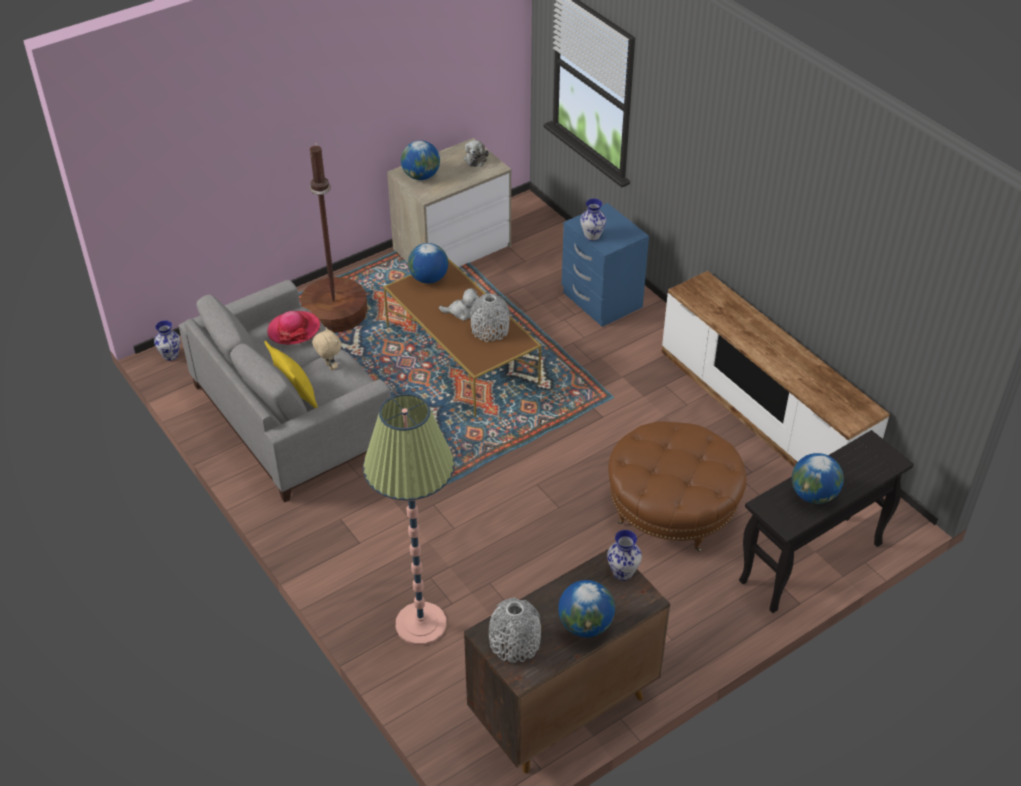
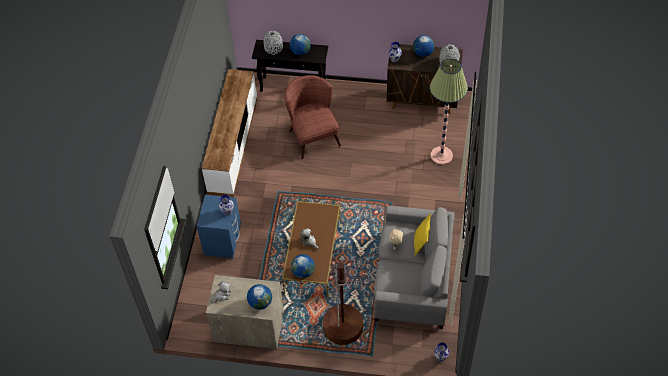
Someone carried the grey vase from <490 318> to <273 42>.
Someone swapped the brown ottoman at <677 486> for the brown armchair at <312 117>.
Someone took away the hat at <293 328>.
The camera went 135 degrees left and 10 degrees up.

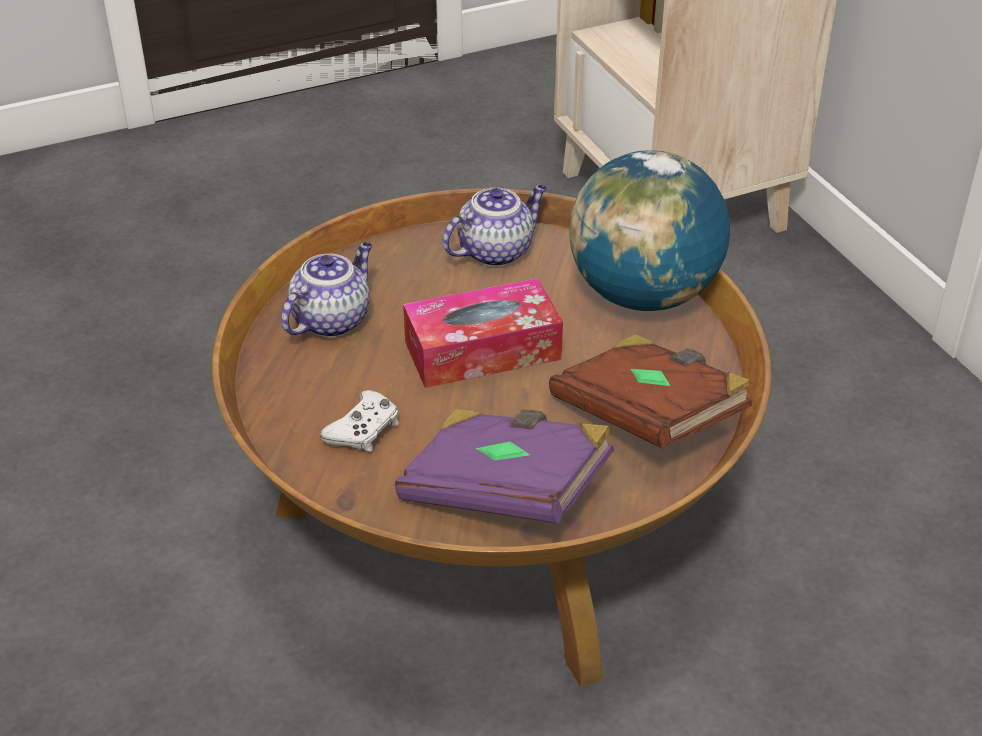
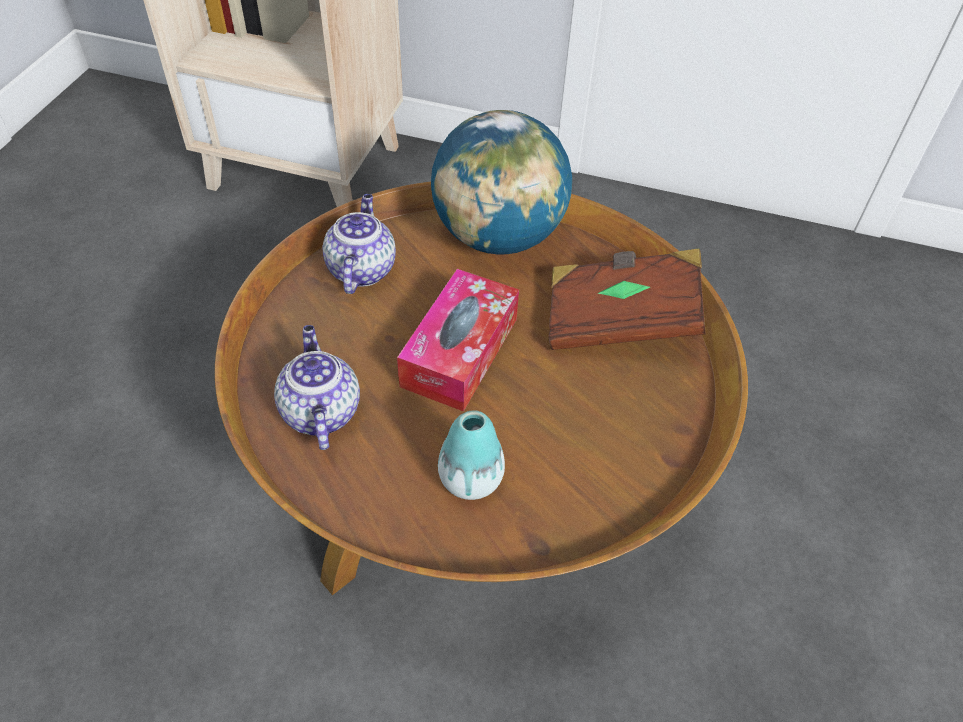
Someone swapped the white game controller at <359 420> for the vase at <471 455>.
Someone took away the purple book at <504 466>.
The camera went 50 degrees left and 10 degrees up.

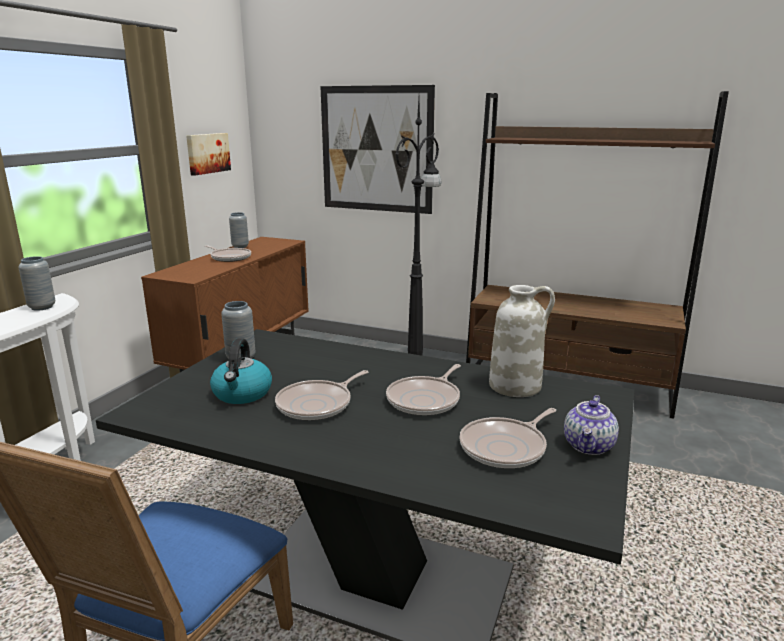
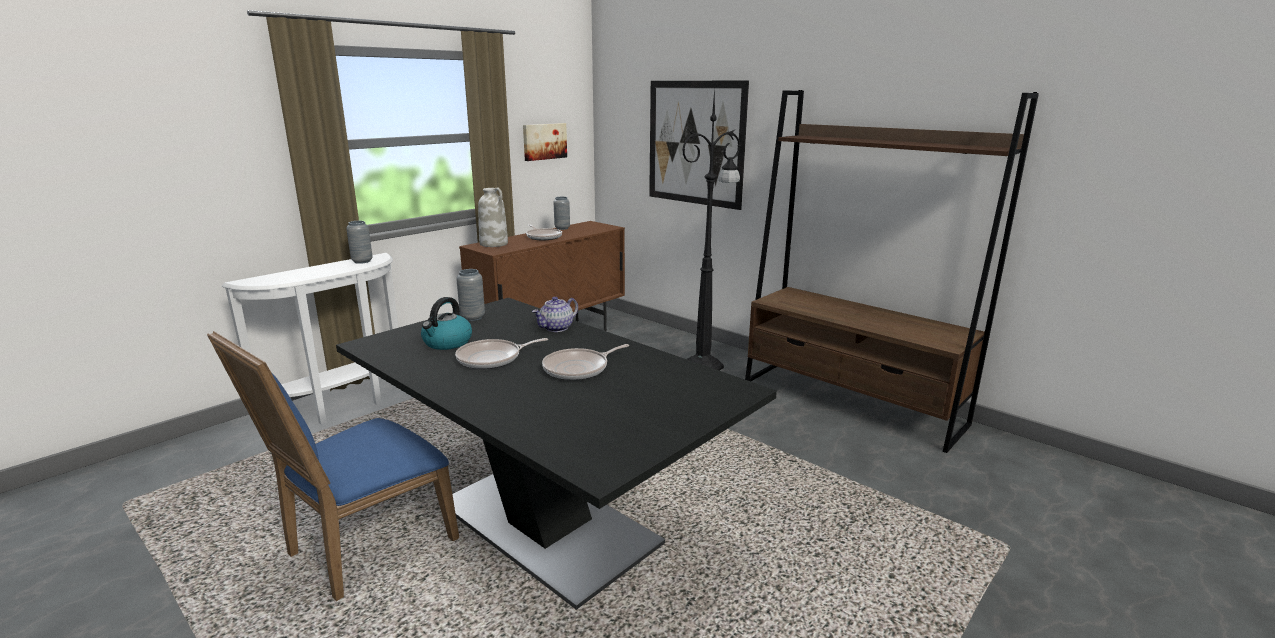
Someone carried the white vase from <522 341> to <493 217>.
Someone carried the teapot from <591 425> to <555 314>.
Someone took away the frying pan at <507 438>.
The camera went 20 degrees right and 0 degrees up.

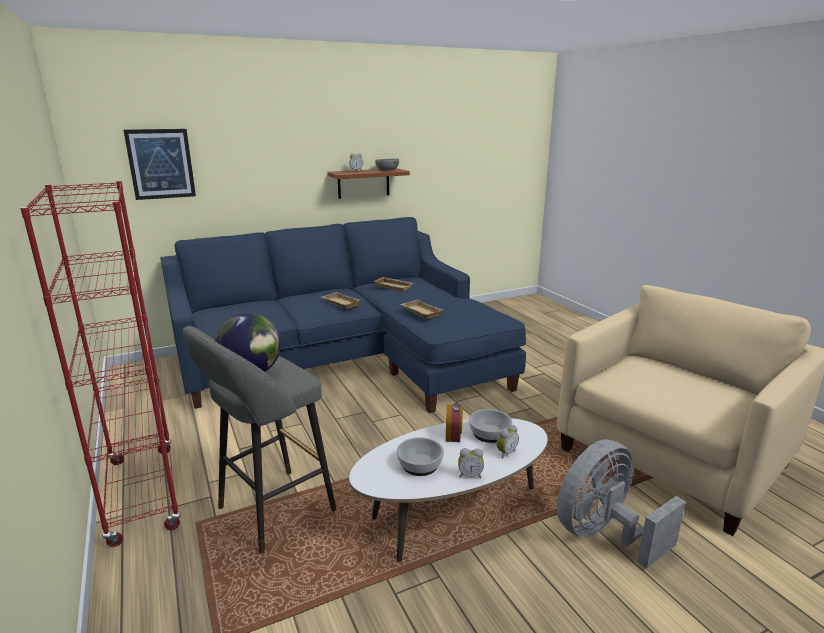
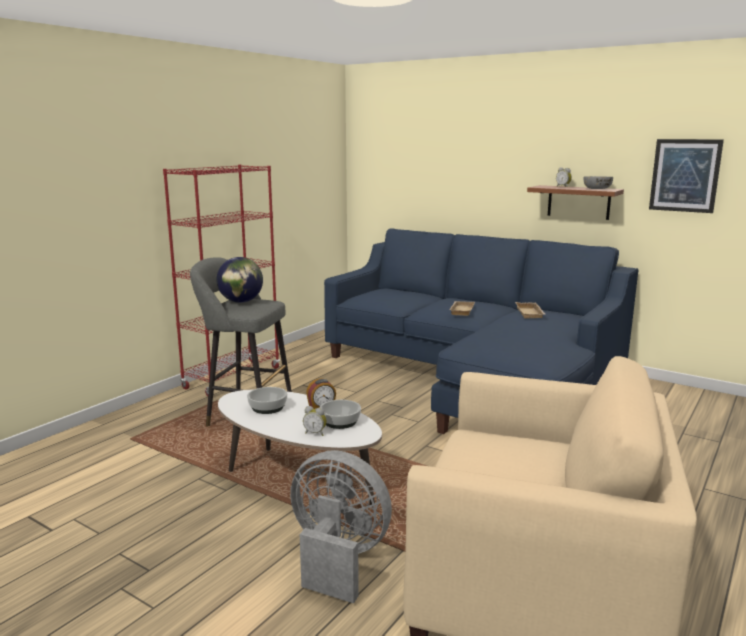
Someone carried the picture from <160 164> to <686 176>.
Someone took away the beige tray at <422 309>.
Someone took away the alarm clock at <471 463>.
The camera went 60 degrees right and 5 degrees down.

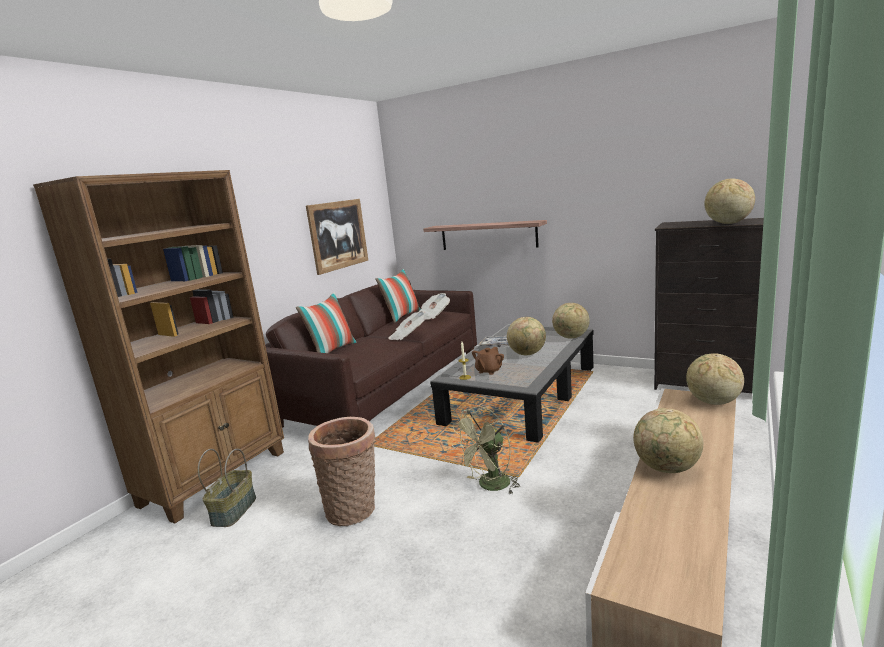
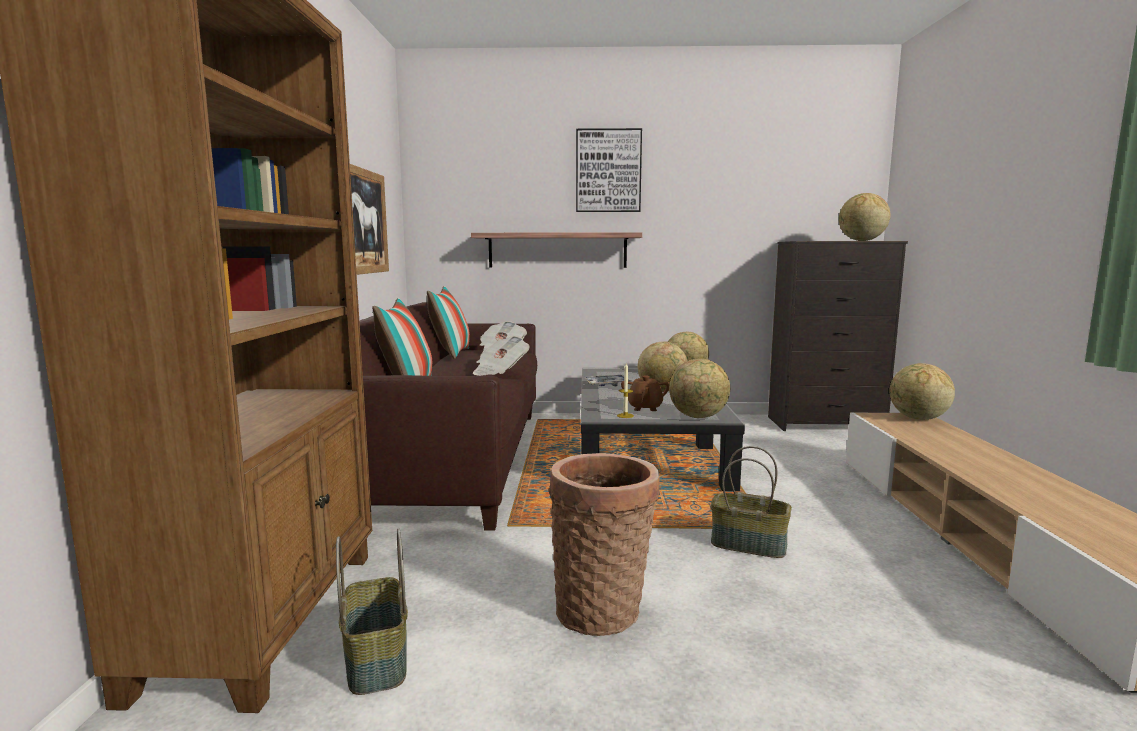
Someone put up the picture at <609 170>.
Someone carried the globe from <668 440> to <699 388>.
Someone swapped the green fan at <486 450> for the basket at <751 502>.
The camera went 30 degrees left and 5 degrees down.

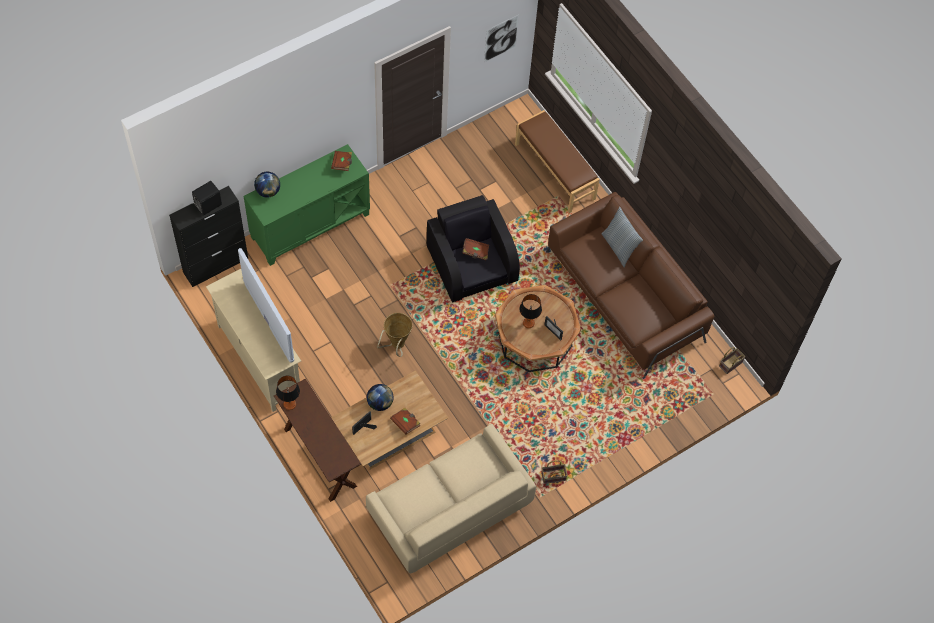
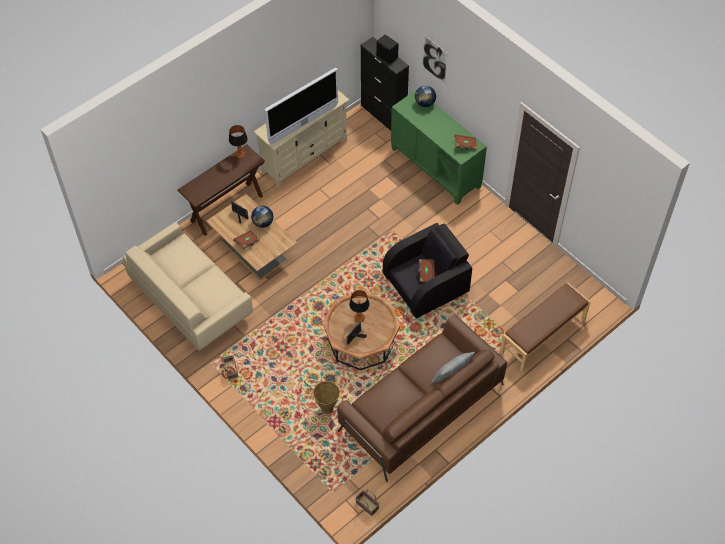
Someone carried the basket from <394 335> to <319 396>.
Someone carried the picture from <501 38> to <435 59>.
The camera went 85 degrees right and 5 degrees down.

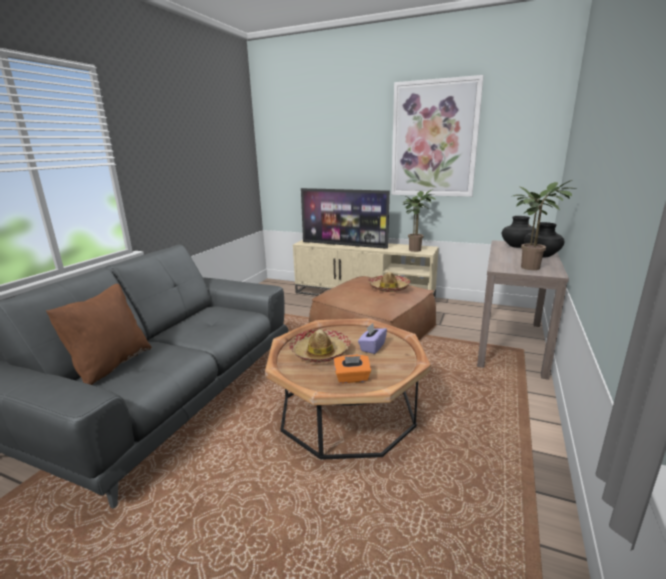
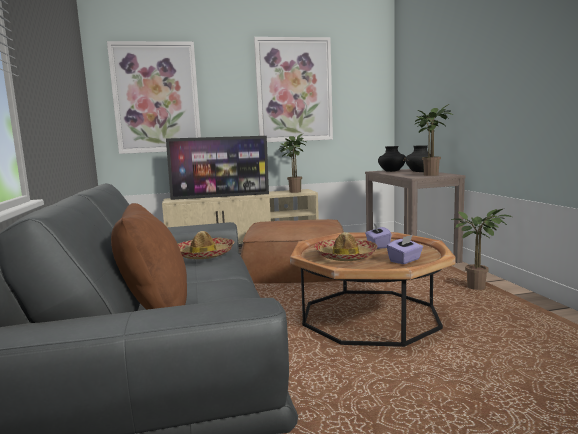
Someone put up the picture at <154 97>.
Someone carried the hat from <389 282> to <206 245>.
Someone repainted the orange tissue box at <352 369>, which became the purple tissue box at <405 249>.
Someone put down the potted plant at <481 249>.
The camera went 35 degrees left and 10 degrees down.

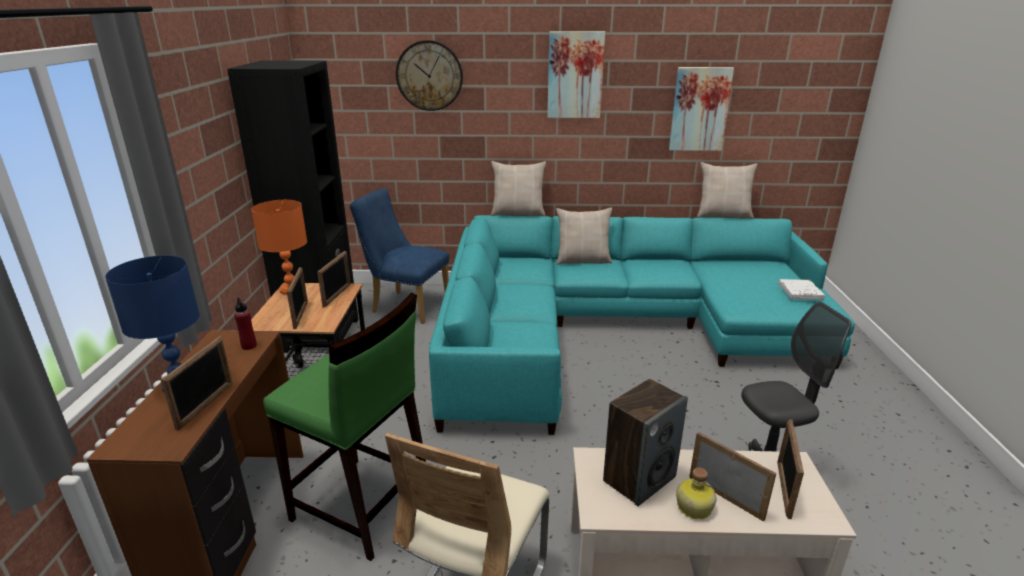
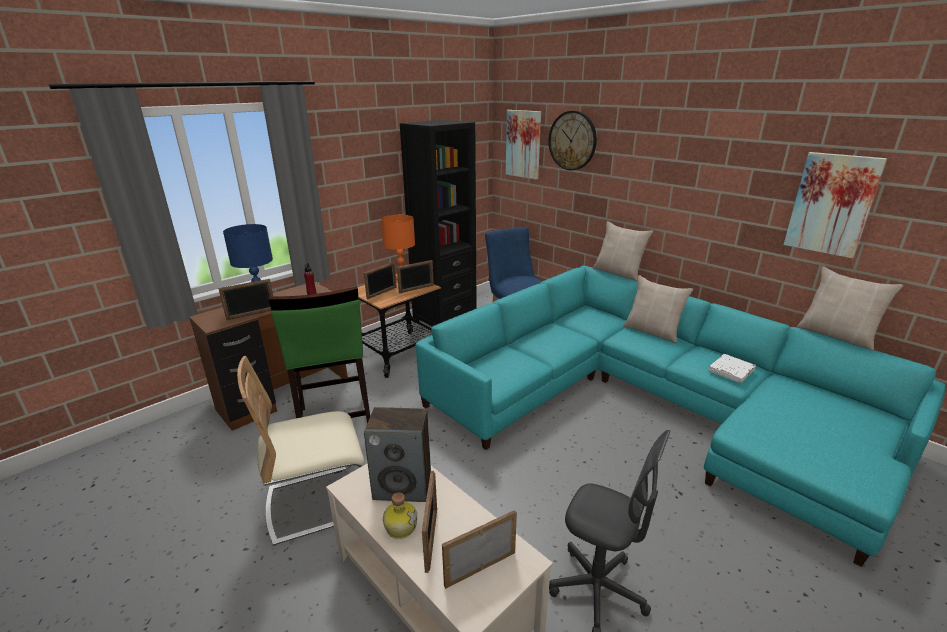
Someone carried the picture from <576 74> to <523 145>.
Someone carried the white book from <801 289> to <732 368>.
The camera went 45 degrees right and 0 degrees up.

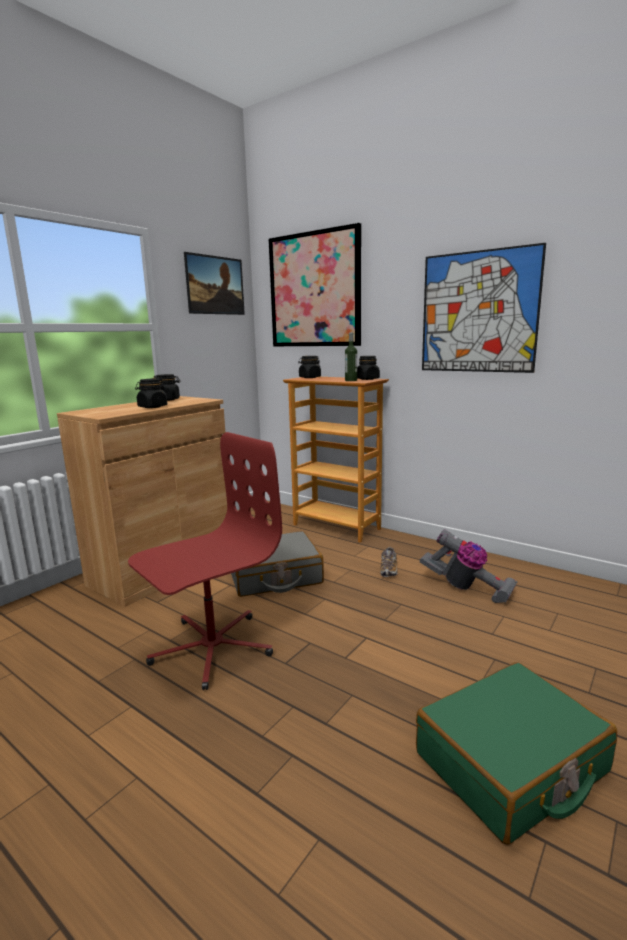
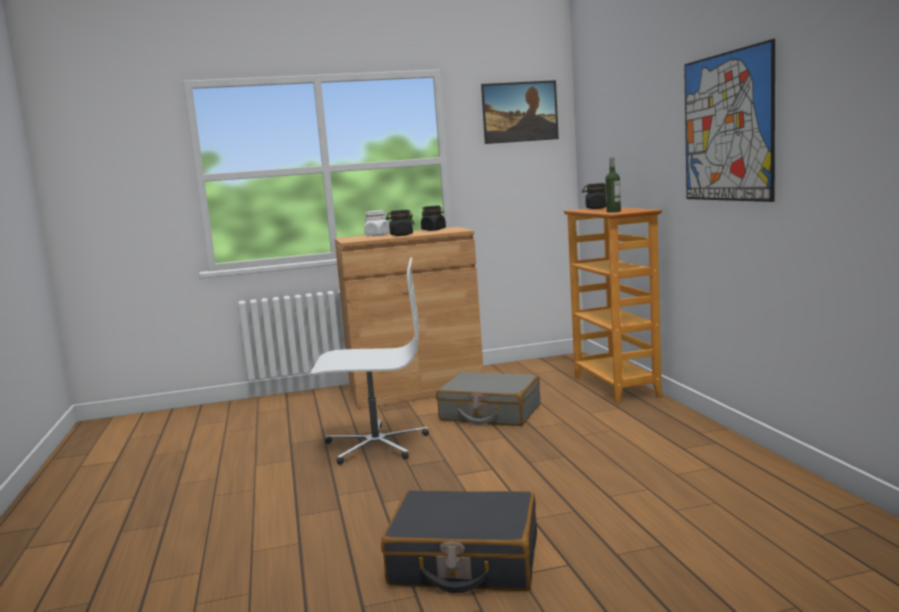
Someone repainted the red office chair at <205 561>, which became the white office chair at <369 361>.
Someone put down the white jar at <377 223>.
Someone repainted the green suitcase at <516 753>, which became the black suitcase at <459 541>.
Someone took away the picture at <315 284>.
Someone took away the black jar at <368 368>.
Someone took away the shoe at <388 562>.
Someone took away the vacuum cleaner at <468 566>.
The camera went 40 degrees right and 5 degrees down.

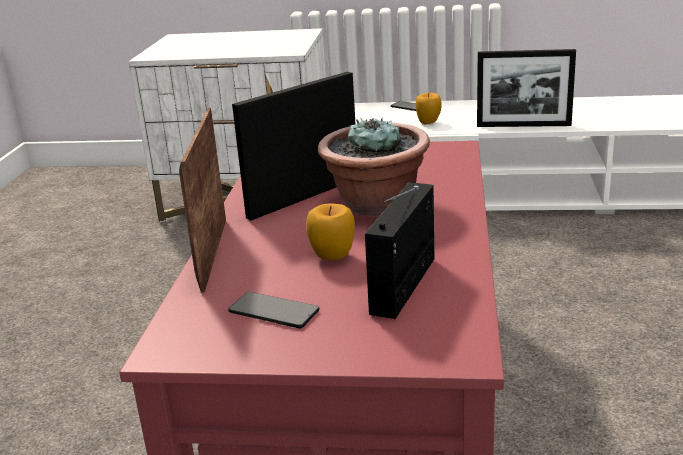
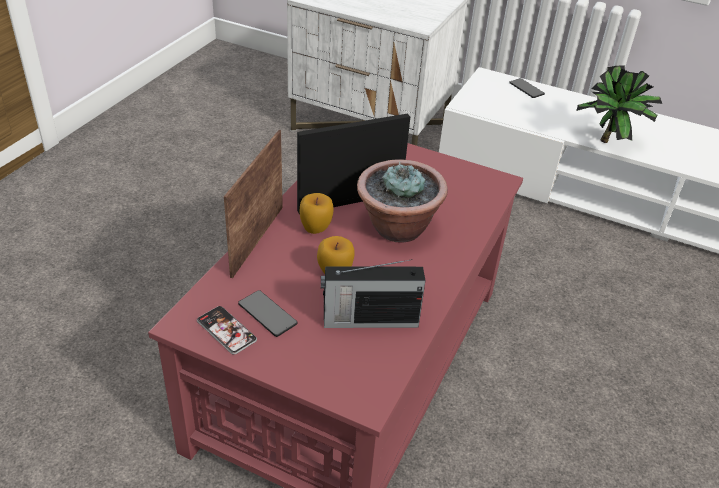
Someone put down the phone at <227 330>.
Someone carried the apple from <429 108> to <317 213>.
Someone rotated the radio at <399 250> by 135 degrees counterclockwise.
Someone swapped the picture frame at <526 88> for the potted plant at <619 104>.
The camera went 15 degrees right and 15 degrees up.

